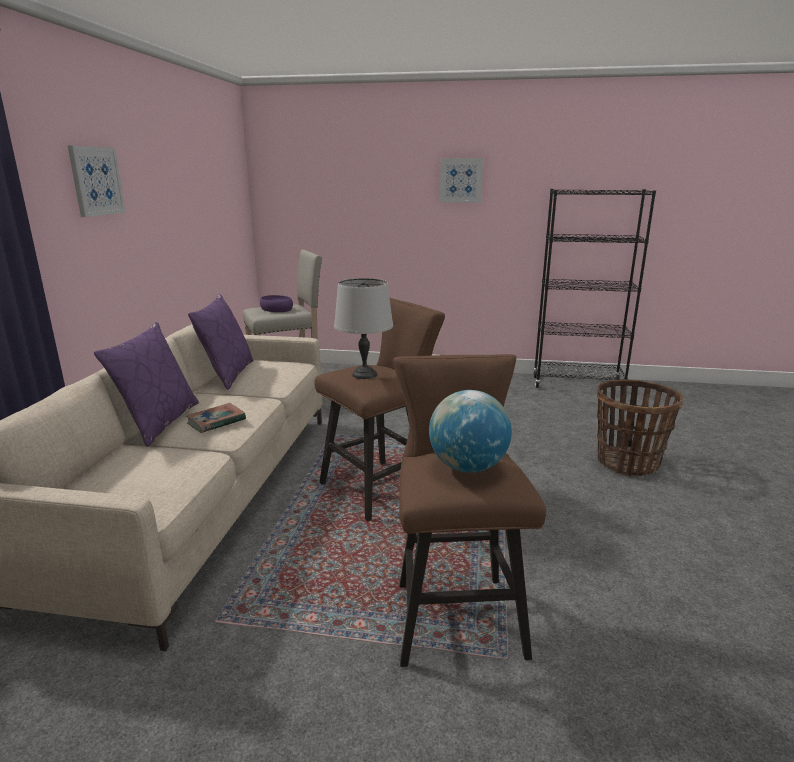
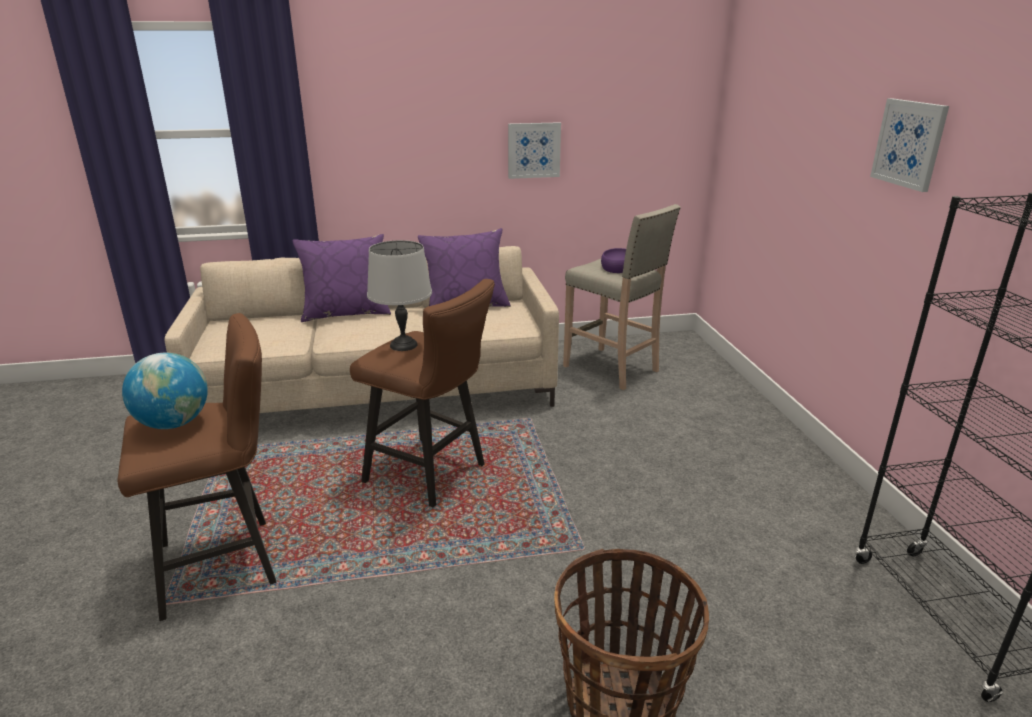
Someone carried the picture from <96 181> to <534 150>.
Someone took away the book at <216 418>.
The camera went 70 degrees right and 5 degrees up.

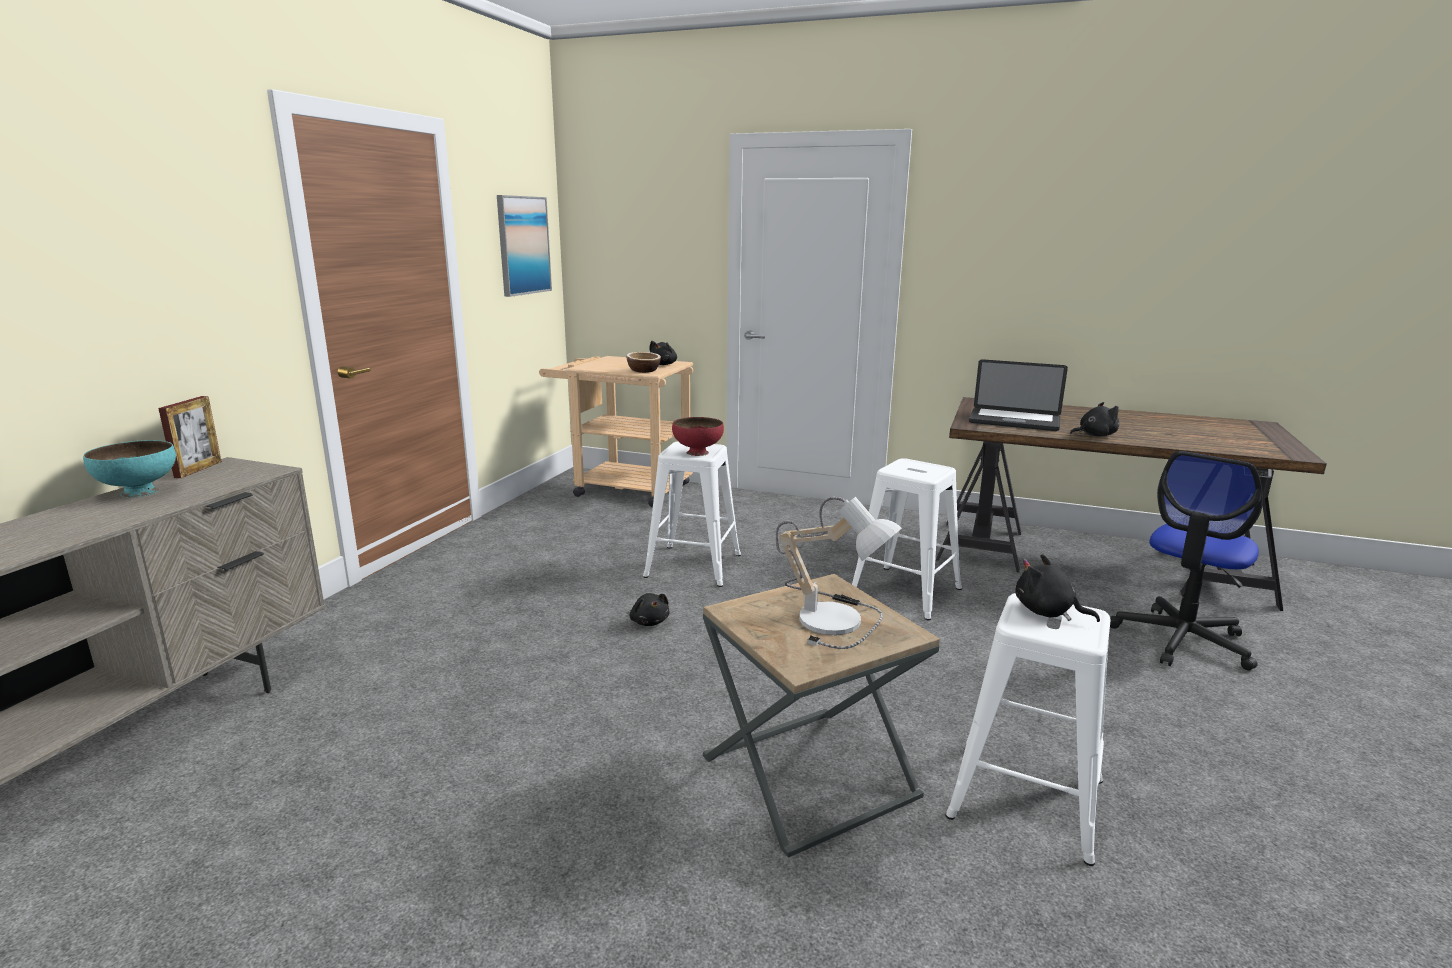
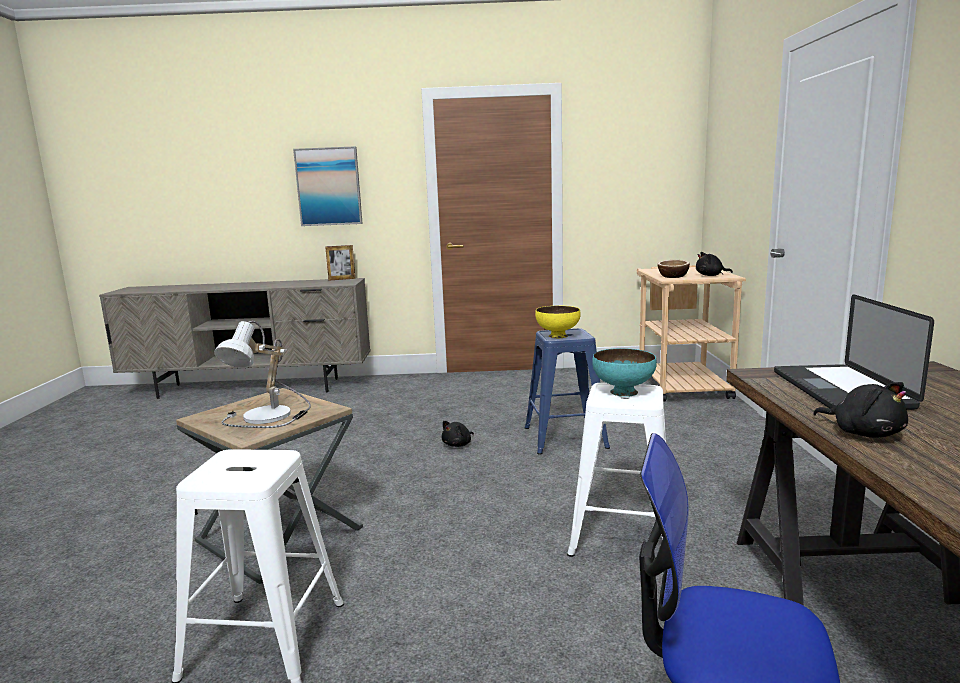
Someone carried the picture from <524 246> to <328 186>.
Someone repainted the white stool at <692 514>, which became the blue stool at <567 391>.
Someone repainted the red bowl at <698 436>, which became the yellow bowl at <558 322>.
Someone carried the turquoise bowl from <129 469> to <624 372>.
Someone took away the black plush toy at <1057 588>.
The camera went 70 degrees right and 5 degrees down.

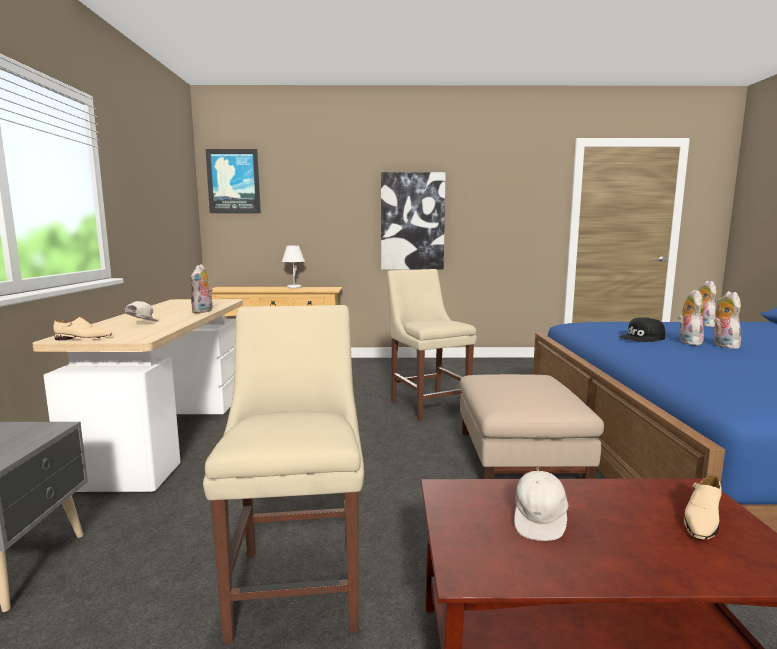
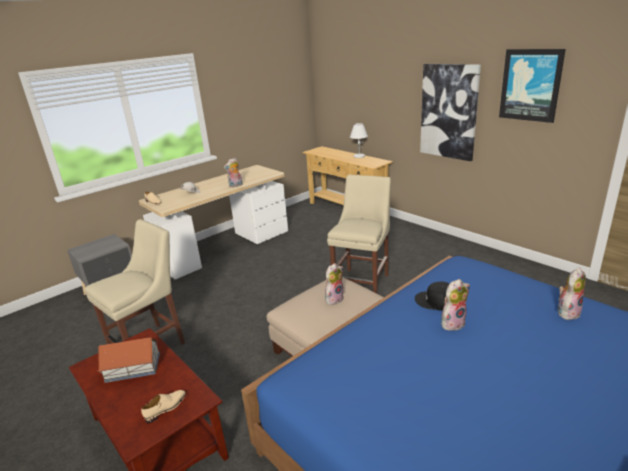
Someone swapped the white cap at <541 503> for the toy house at <129 360>.
Someone rotated the beige shoe at <702 507> by 135 degrees clockwise.
Someone carried the plush toy from <727 320> to <334 284>.
Someone carried the picture from <233 181> to <532 86>.
The camera went 50 degrees right and 15 degrees up.

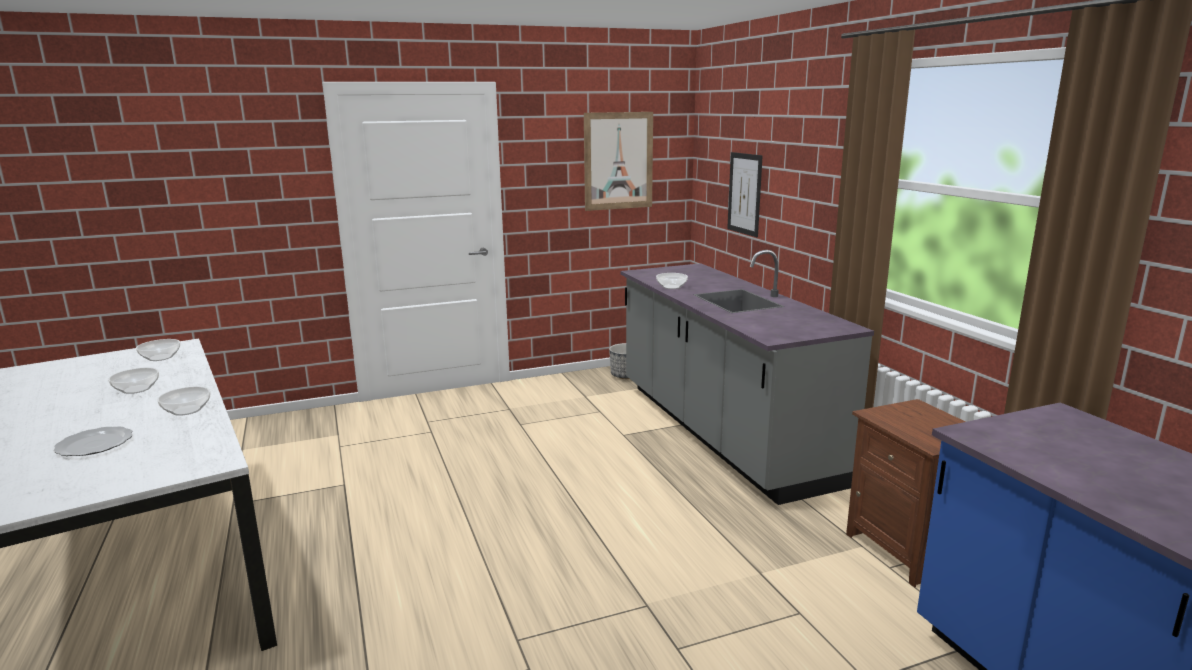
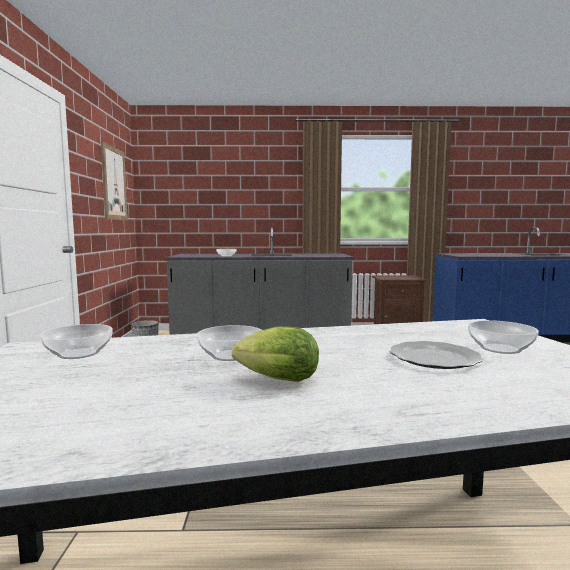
Someone put down the lettuce at <275 354>.
Someone carried the bowl from <183 401> to <503 337>.
Someone took away the picture at <745 194>.
The camera went 70 degrees left and 10 degrees down.

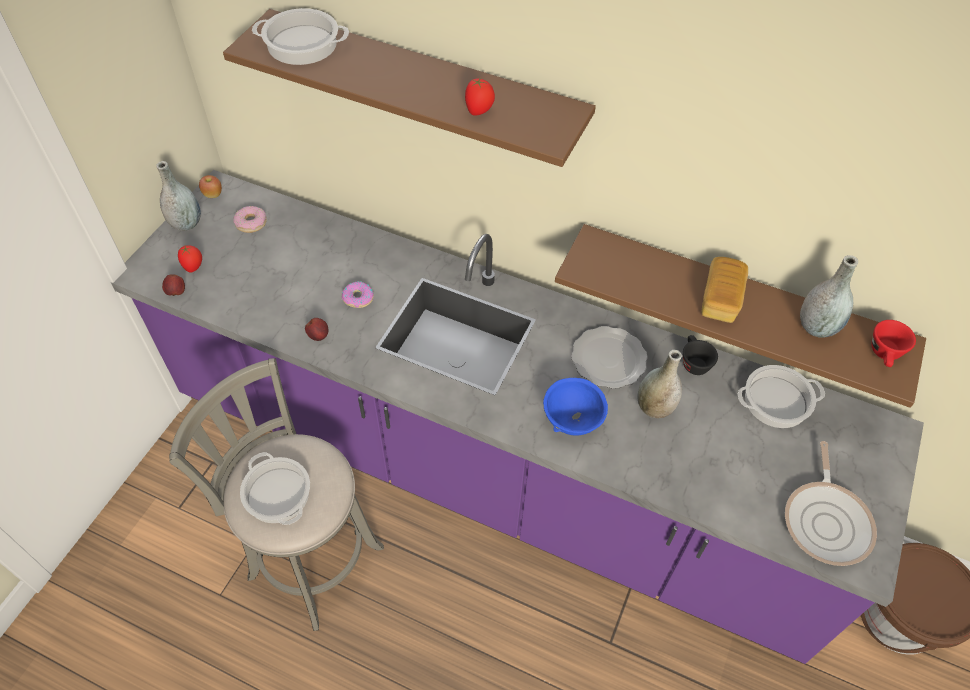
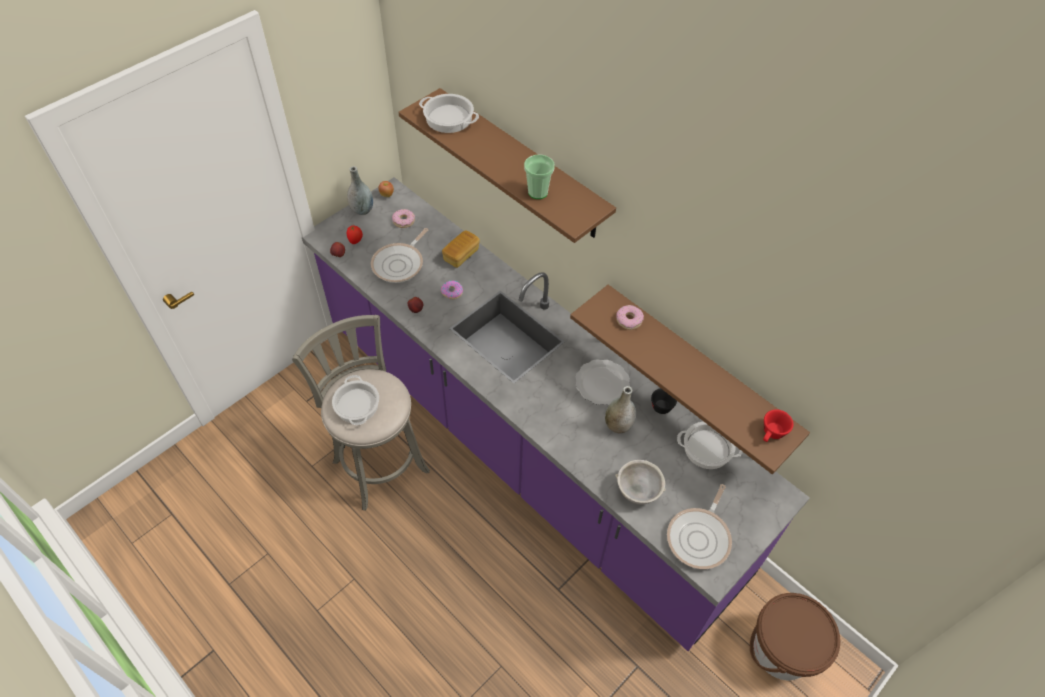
Someone put down the frying pan at <399 255>.
Someone carried the bread from <725 290> to <461 249>.
Someone swapped the tomato at <480 97> for the cup at <539 177>.
Someone put down the grey bowl at <640 482>.
Someone put down the donut at <630 317>.
Someone took away the blue bowl at <575 407>.
Someone took away the grey vase at <829 296>.
The camera went 20 degrees right and 0 degrees up.

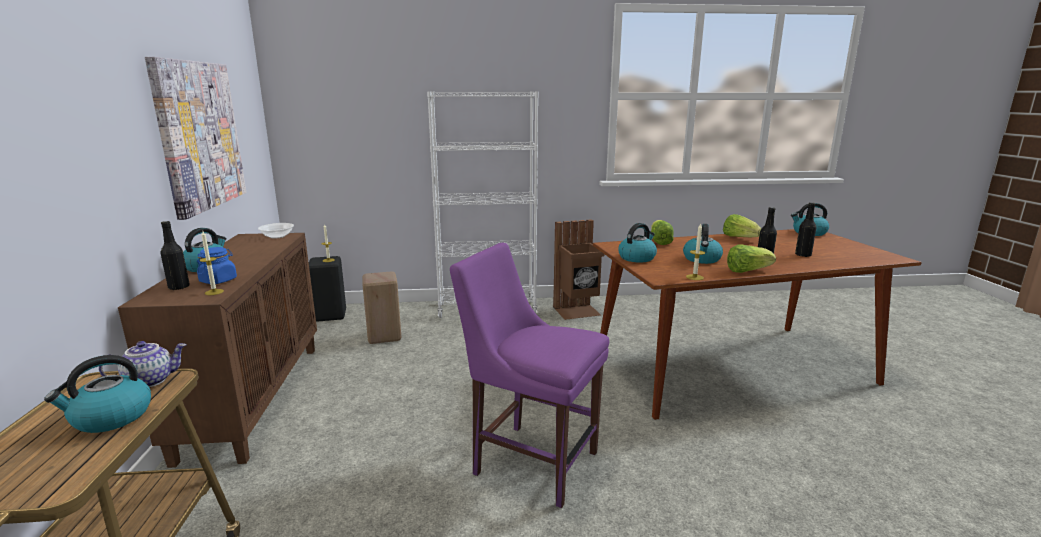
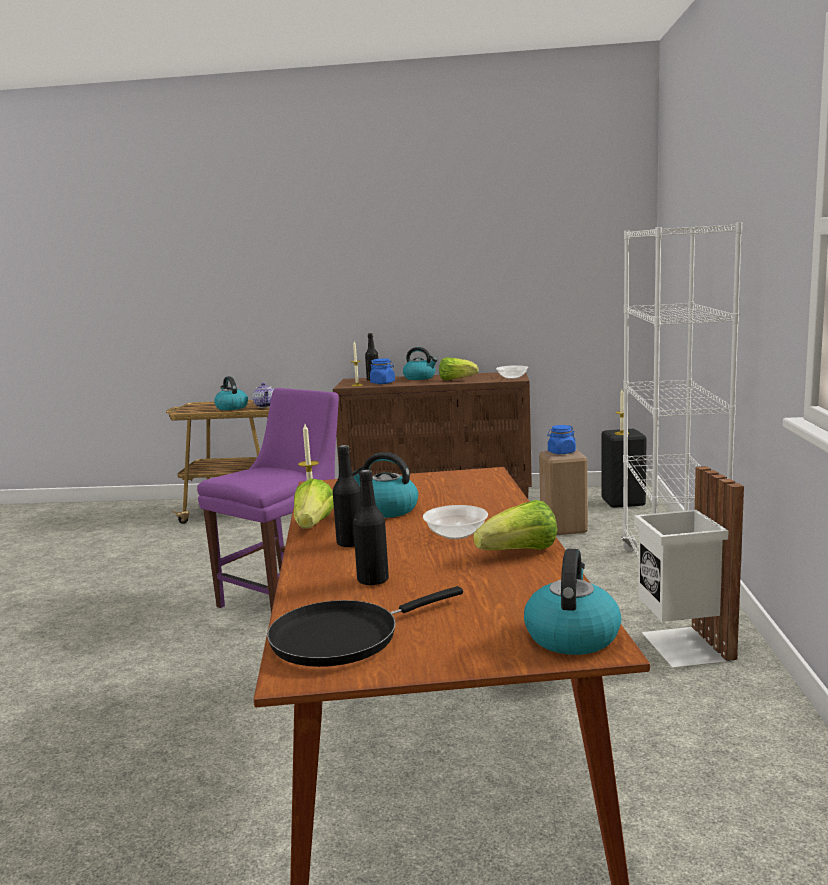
Someone put down the black frying pan at <365 626>.
Someone put down the bowl at <455 522>.
Someone carried the lettuce from <662 232> to <459 368>.
Someone put down the blue jar at <561 439>.
Someone repainted the brown trash can at <578 269>, which became the white trash can at <689 567>.
Someone took away the picture at <195 138>.
Someone took away the kettle at <637 243>.
The camera went 100 degrees right and 5 degrees down.

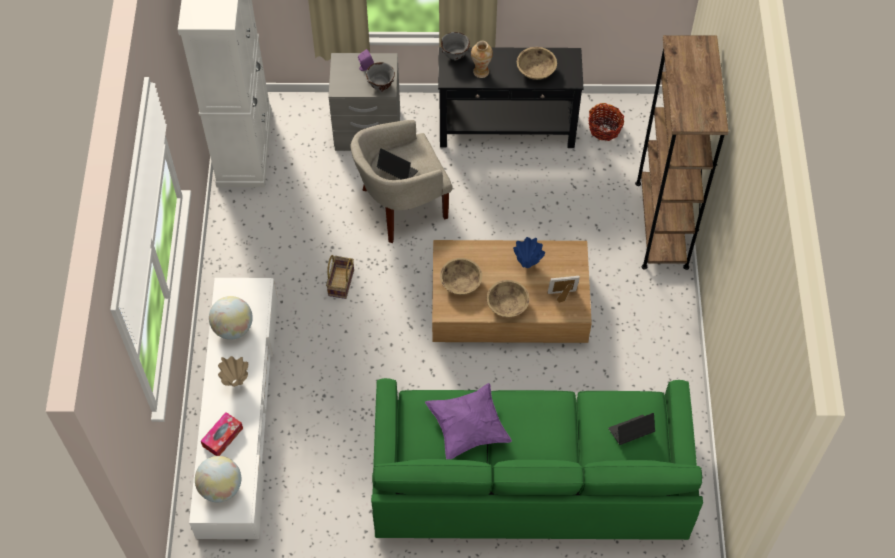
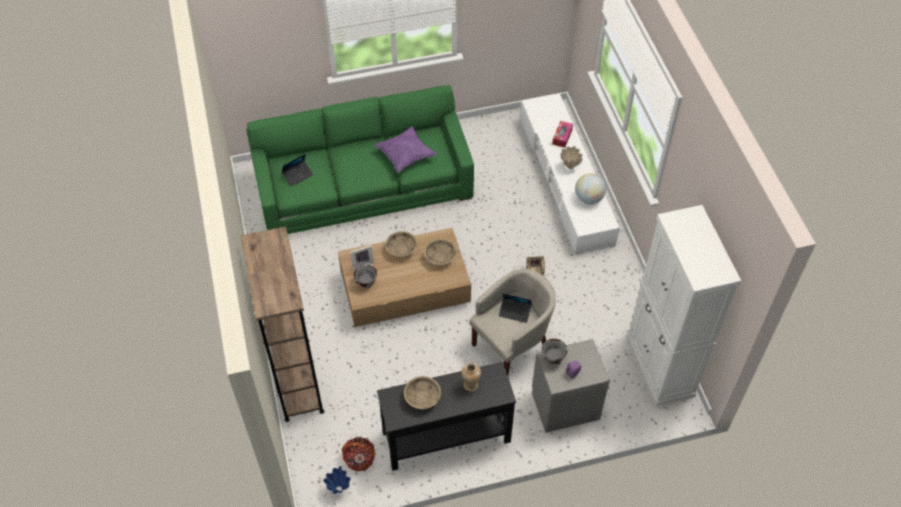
Someone carried the blue vase from <529 252> to <337 480>.
Someone carried the grey bowl from <455 46> to <365 276>.
Someone took away the globe at <218 479>.
The camera went 165 degrees right and 5 degrees down.

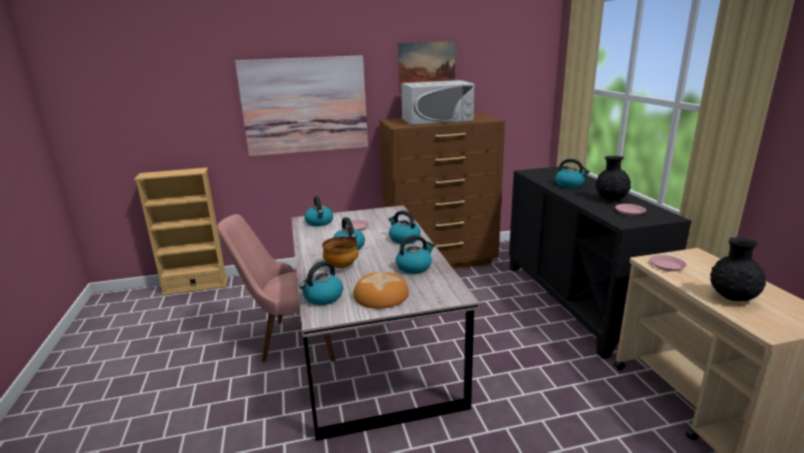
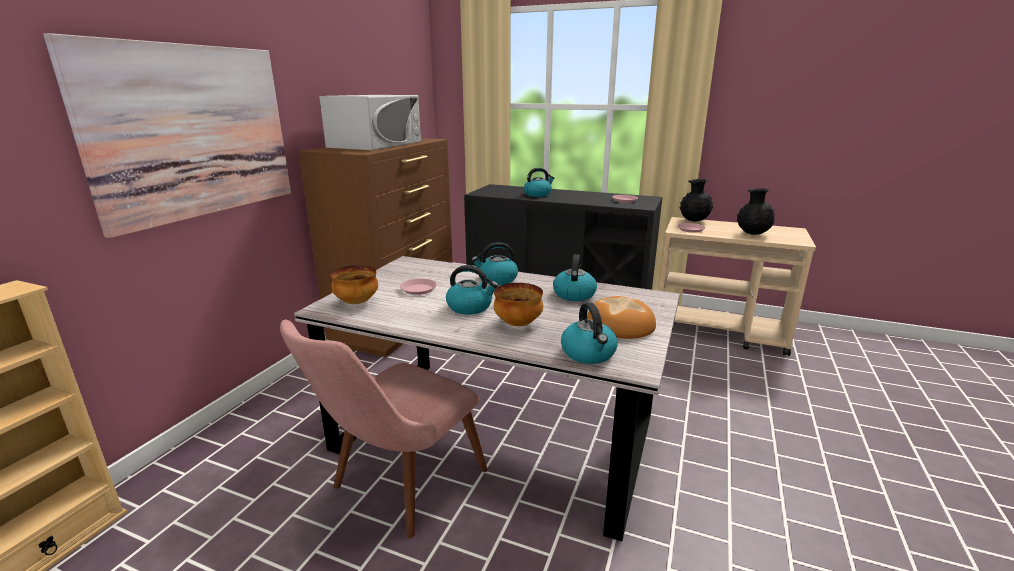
Someone swapped the kettle at <318 211> for the bowl at <354 284>.
Someone carried the black vase from <613 178> to <696 200>.
Someone took away the picture at <427 67>.
The camera went 55 degrees left and 0 degrees up.

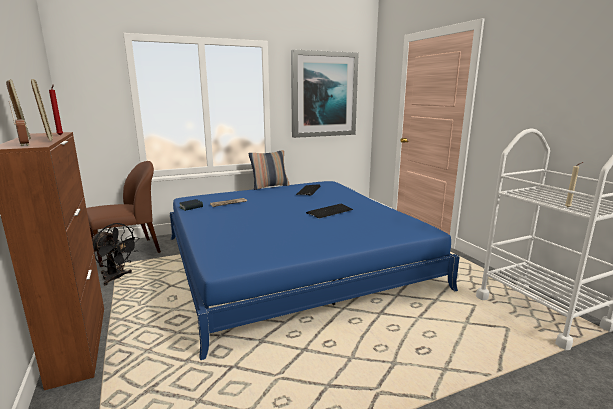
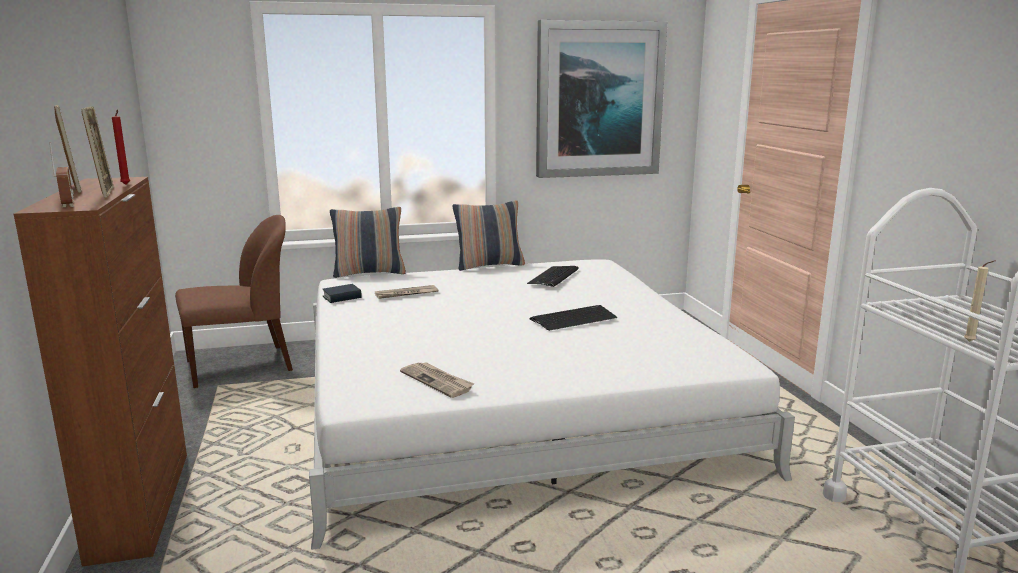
Someone repainted the blue bed at <315 270>, which became the white bed at <552 404>.
Someone put down the pillow at <368 242>.
Someone put down the newspaper at <437 380>.
Someone took away the black fan at <115 254>.
The camera went 10 degrees right and 0 degrees up.

